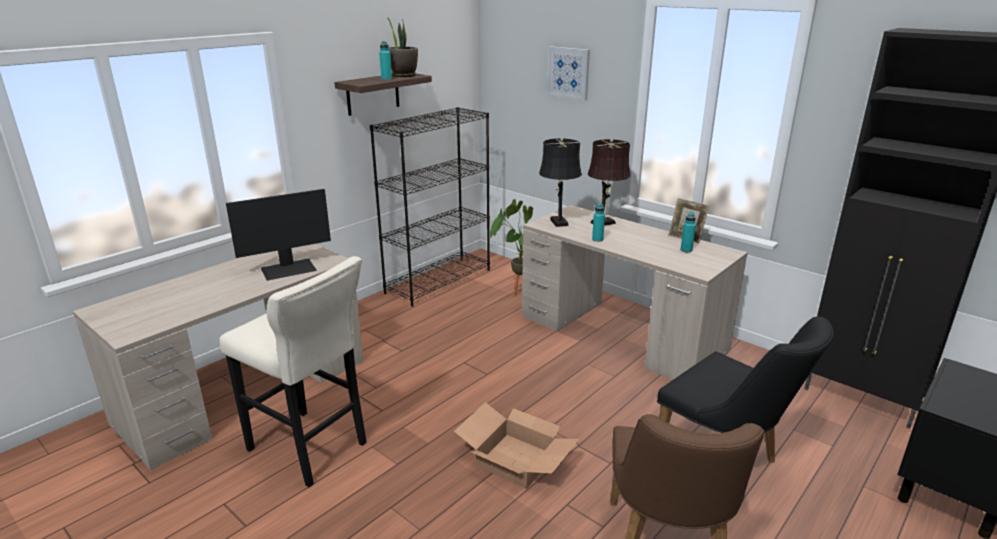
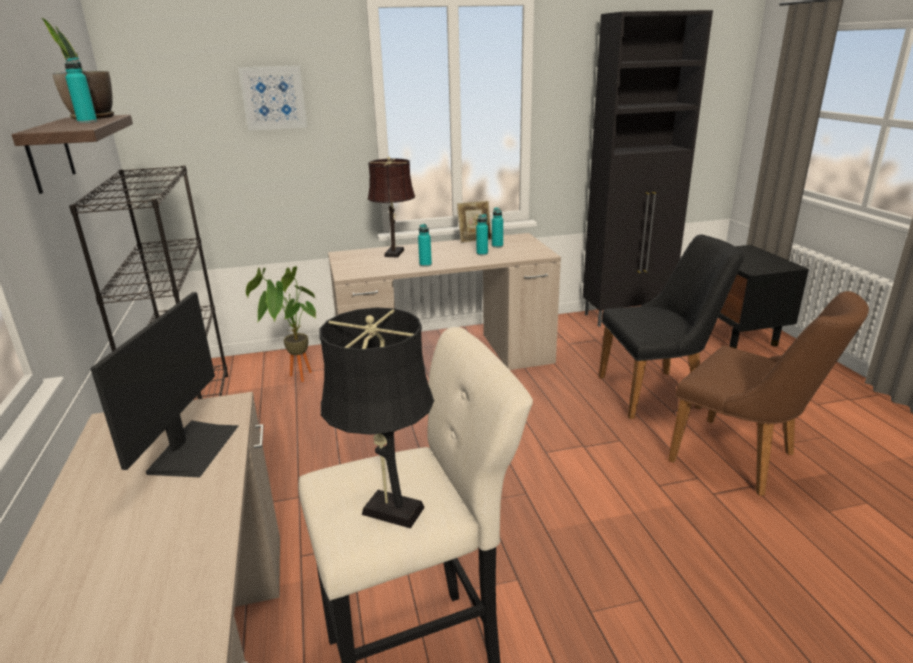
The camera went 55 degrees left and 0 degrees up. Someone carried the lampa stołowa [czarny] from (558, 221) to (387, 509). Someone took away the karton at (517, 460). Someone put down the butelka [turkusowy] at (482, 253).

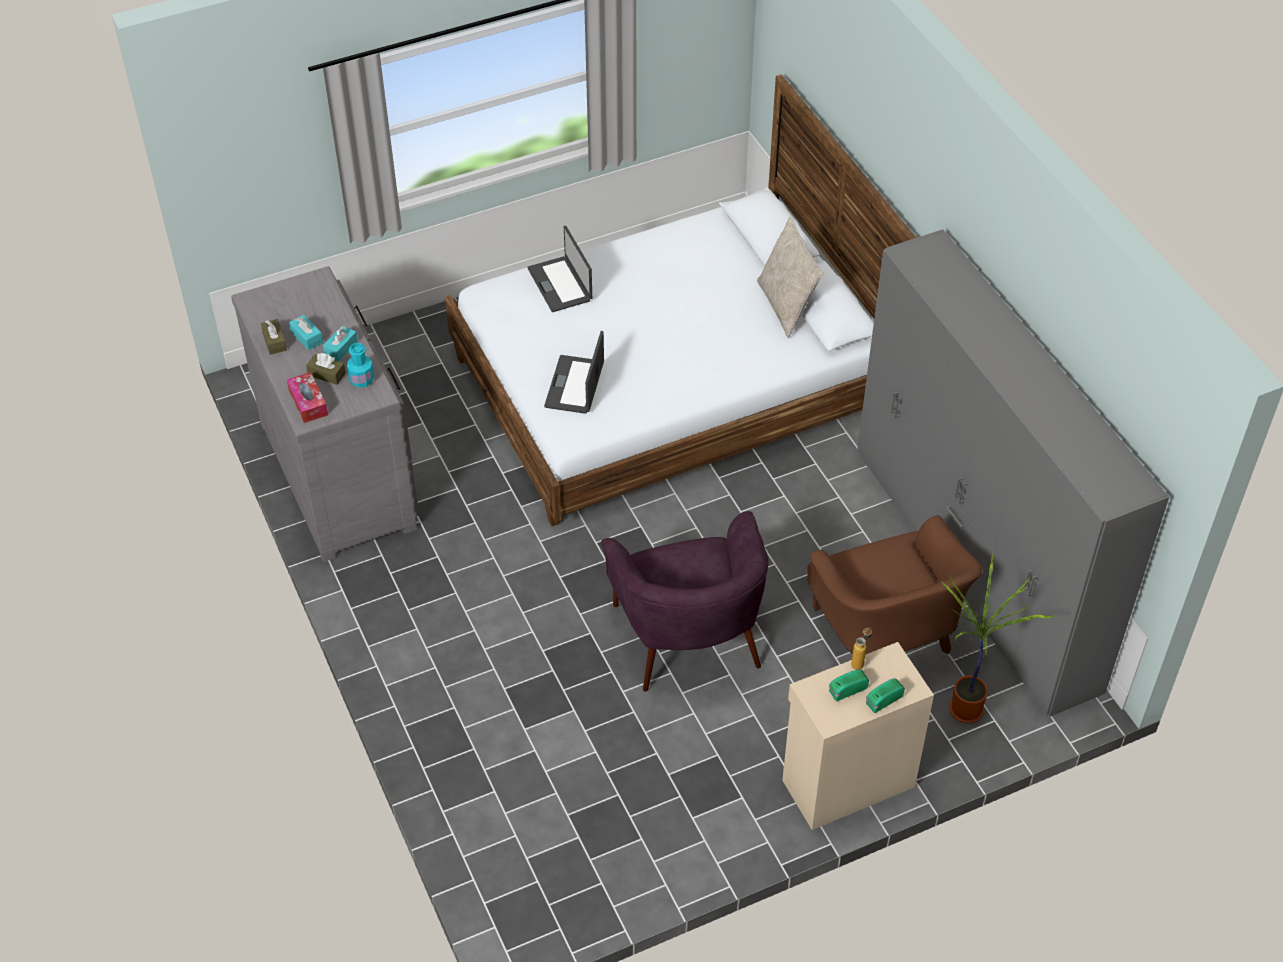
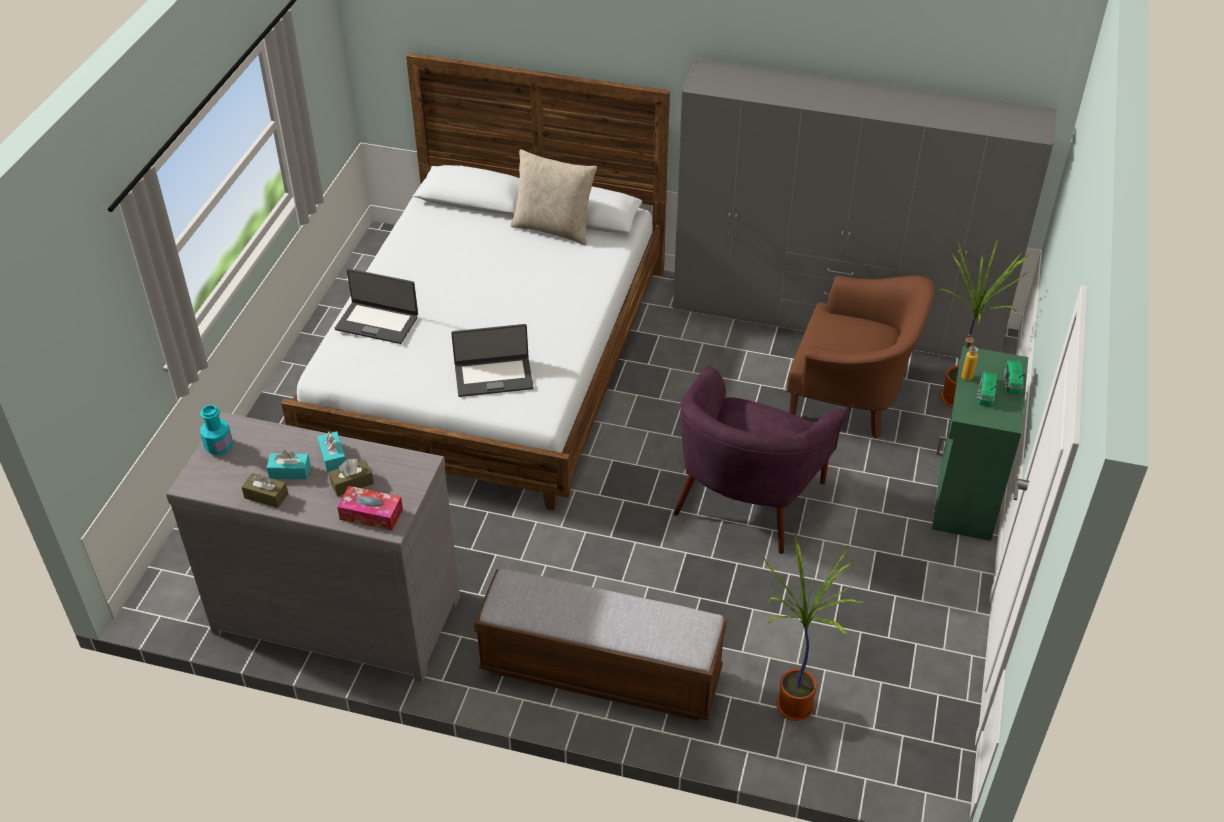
The camera went 50 degrees left and 5 degrees down. Someone rotated the laptop at (575, 385) by 60 degrees counterclockwise. Someone carried the butelka [turkusowy] from (362, 379) to (219, 446). Someone rotated the fotel [fioletowy] at (688, 636) by 90 degrees clockwise. Someone repainted the szafka [beżowy] at (846, 782), which became the szafka [zielony] at (963, 496). Someone put down the roślina doniczkowa at (795, 709). Someone put down the ławka at (600, 671).

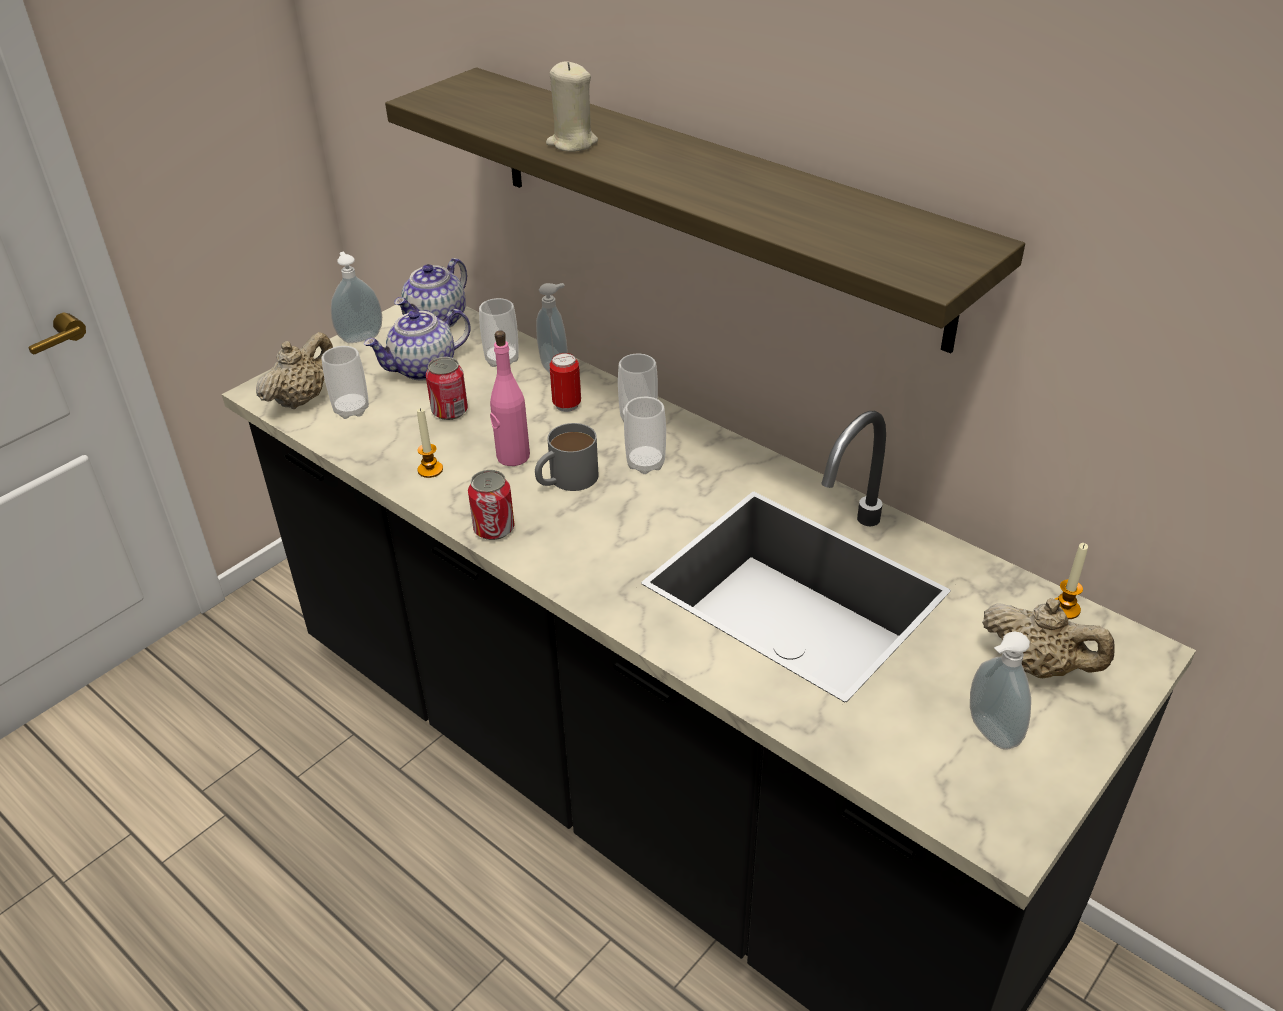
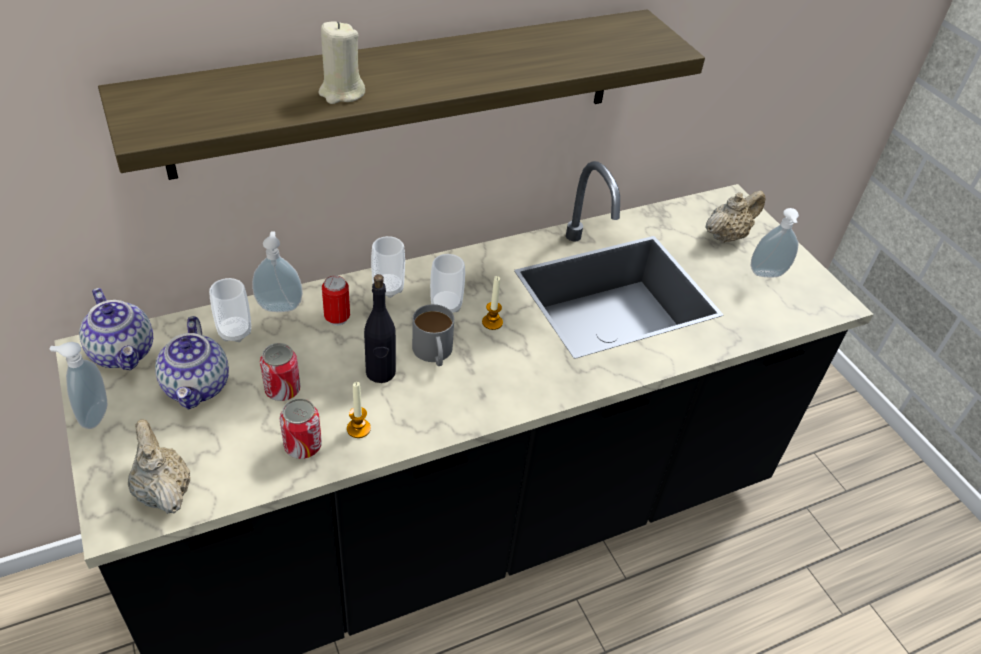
The camera went 70 degrees left and 5 degrees up. Someone repainted the butelka [różowy] at (512, 456), which became the butelka [czarny] at (380, 373). Someone took away the filiżanka at (351, 410). Someone carried the puszka from (494, 529) to (303, 446). Someone carried the świeca from (1064, 609) to (492, 322).

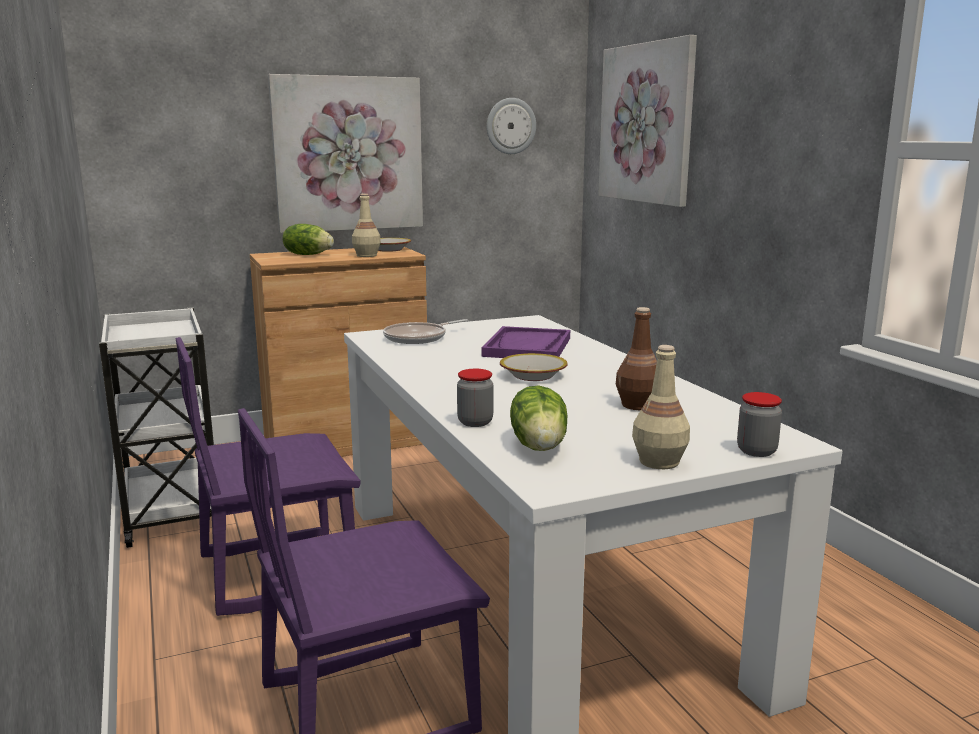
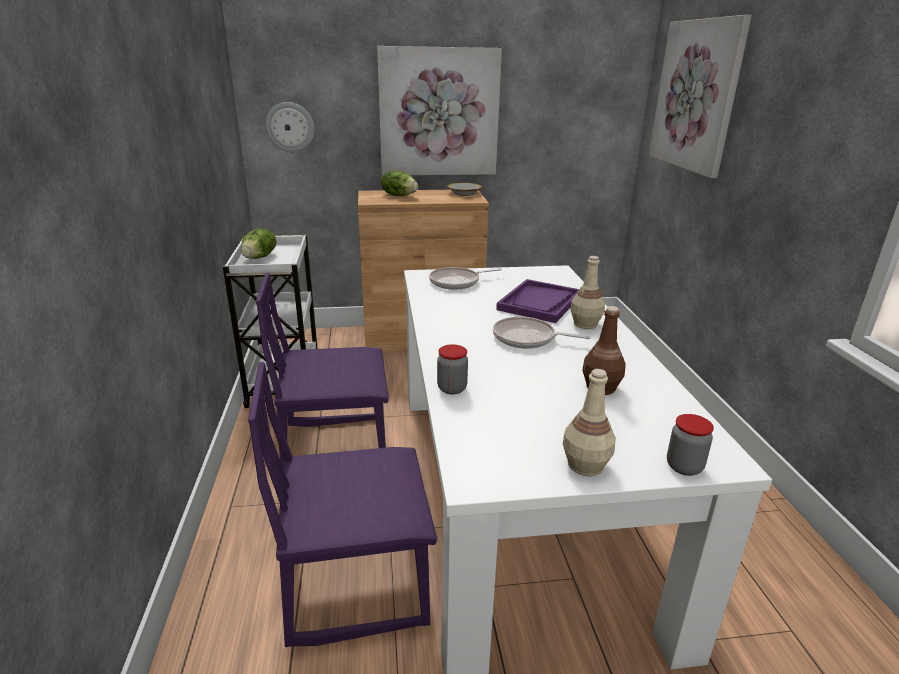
The camera went 15 degrees right and 10 degrees up. Someone carried the zegar ścienny from (510, 126) to (290, 127). Someone carried the butelka [beżowy] from (366, 255) to (585, 324). Someone swapped the miska at (533, 376) for the patelnia at (527, 338). Someone carried the sałata from (540, 446) to (260, 257).

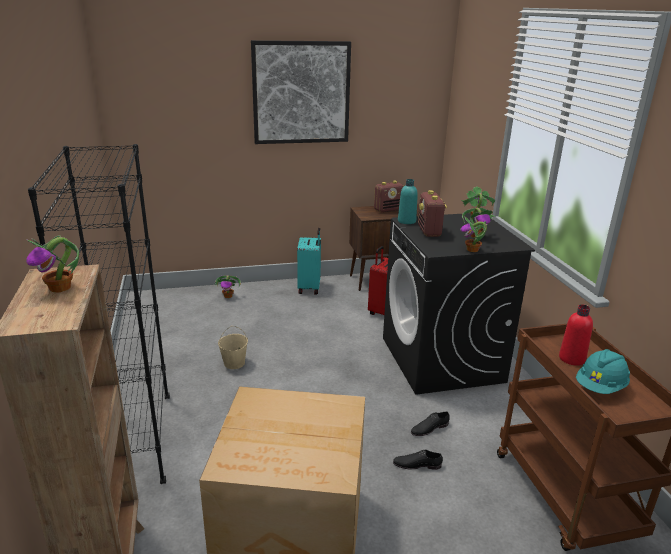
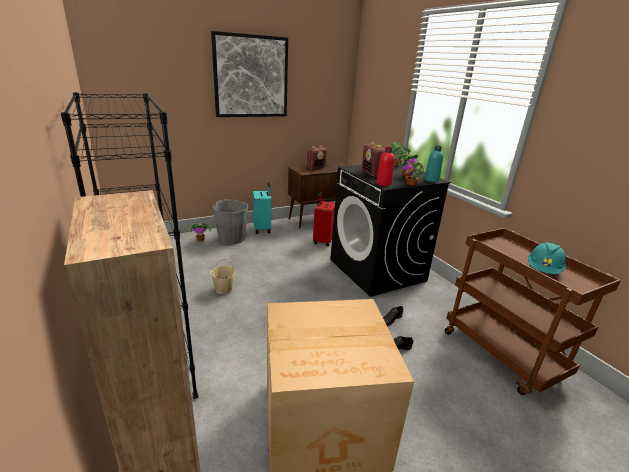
The camera went 15 degrees left and 0 degrees up. Someone carried the butelka [turkusowy] from (406, 221) to (431, 180). Someone took away the roślina doniczkowa at (60, 288). Someone carried the butelka [czerwony] from (572, 359) to (383, 183). Someone put down the wiadro [szary] at (231, 238).

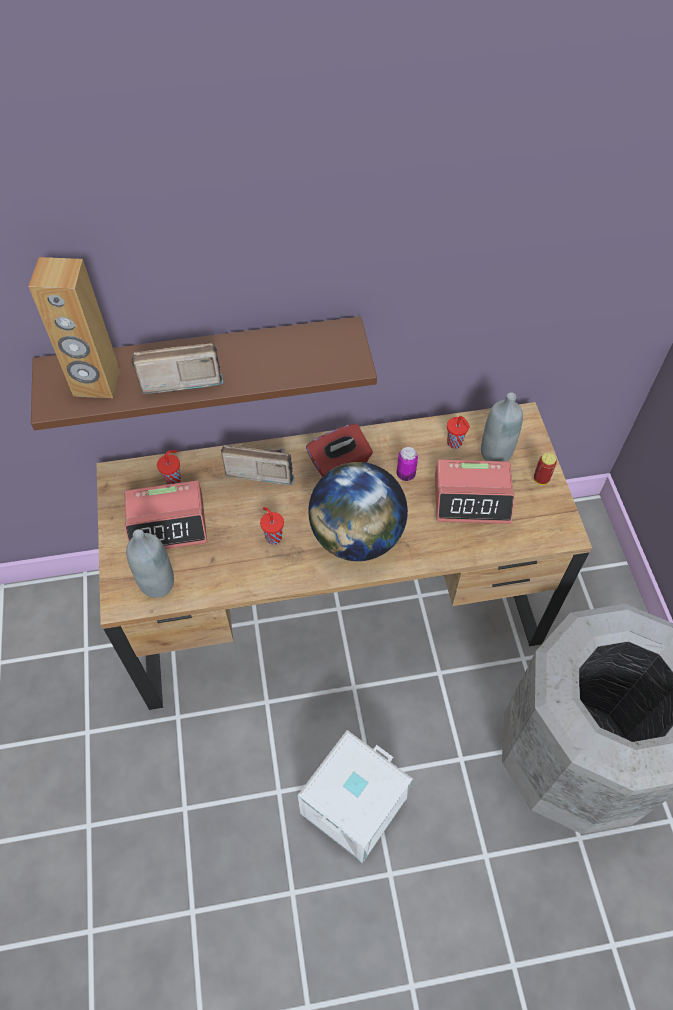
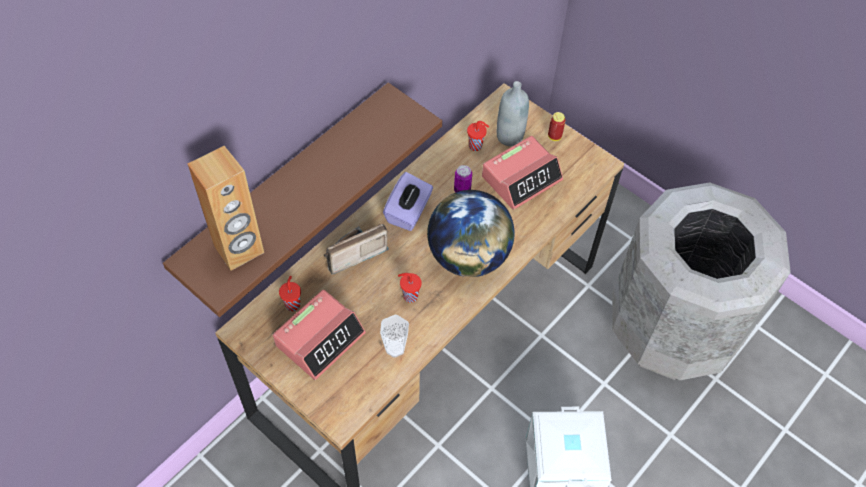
The camera went 40 degrees left and 0 degrees up. Someone took away the radio at (178, 377). Someone repainted the pudełko chusteczek [czerwony] at (339, 464), which became the pudełko chusteczek [fioletowy] at (408, 212). Someone took away the butelka [szary] at (157, 584). Someone put down the filiżanka at (395, 348).

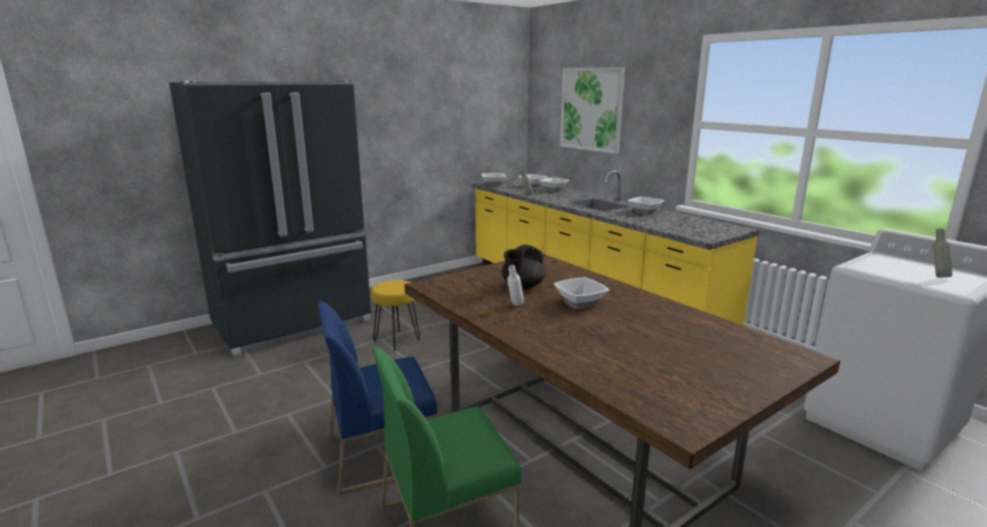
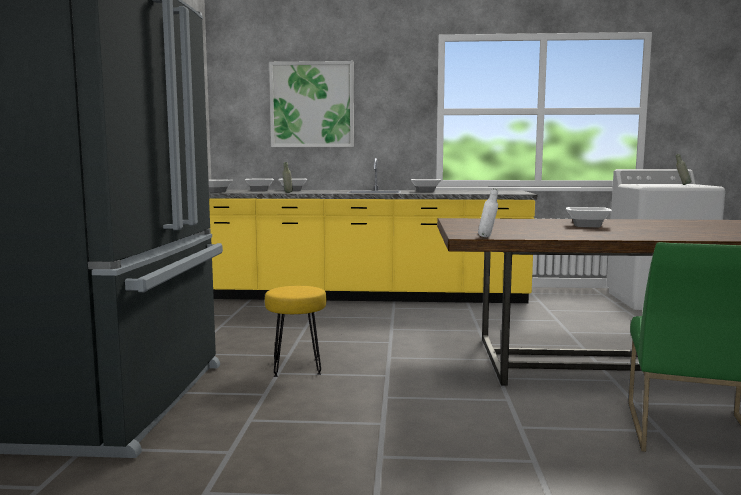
The camera went 50 degrees left and 10 degrees down. Someone took away the imbryk [czarny] at (522, 286). Someone carried the butelka [biały] from (515, 306) to (488, 237). Someone took away the krzesło [niebieski] at (382, 454).

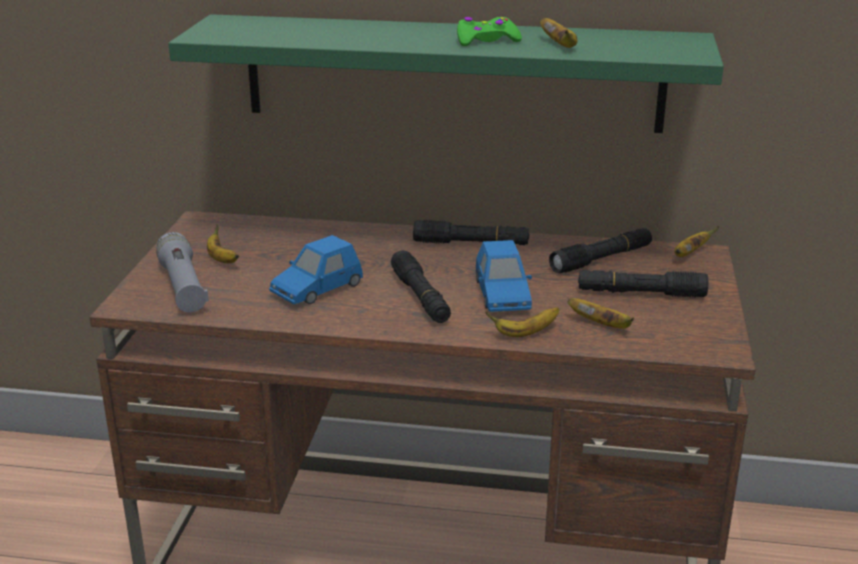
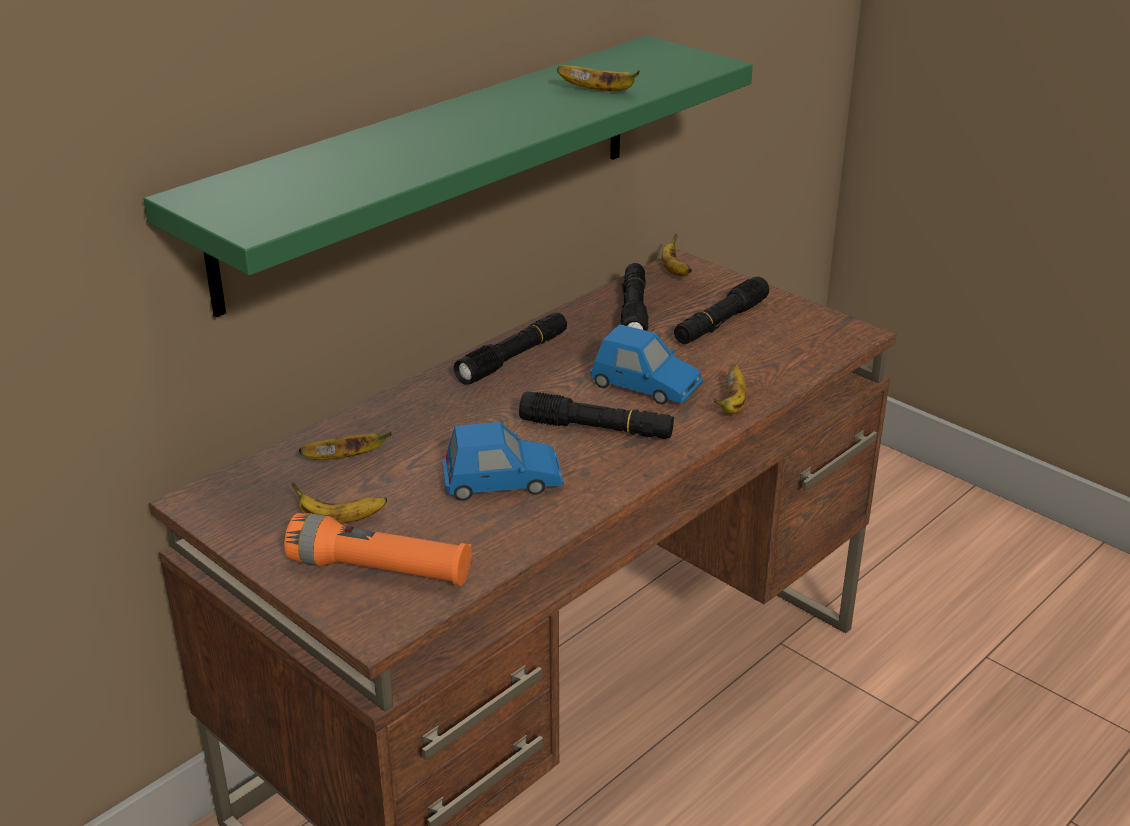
The camera went 55 degrees left and 5 degrees up. Someone took away the pad do gier [zielony] at (486, 41). Someone repainted the latarka [szary] at (183, 287), which became the latarka [pomarańczowy] at (380, 570). Someone rotated the samochodzik [niebieski] at (317, 289) by 90 degrees counterclockwise. Someone carried the banan from (602, 325) to (345, 458).

